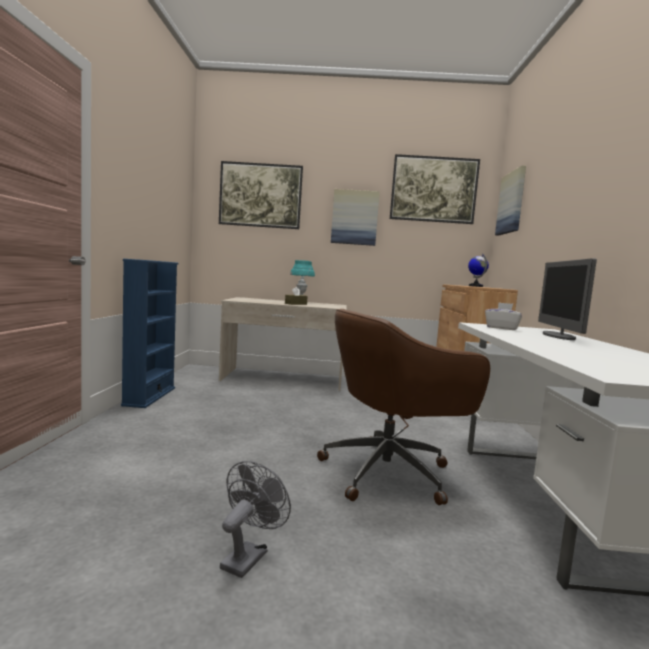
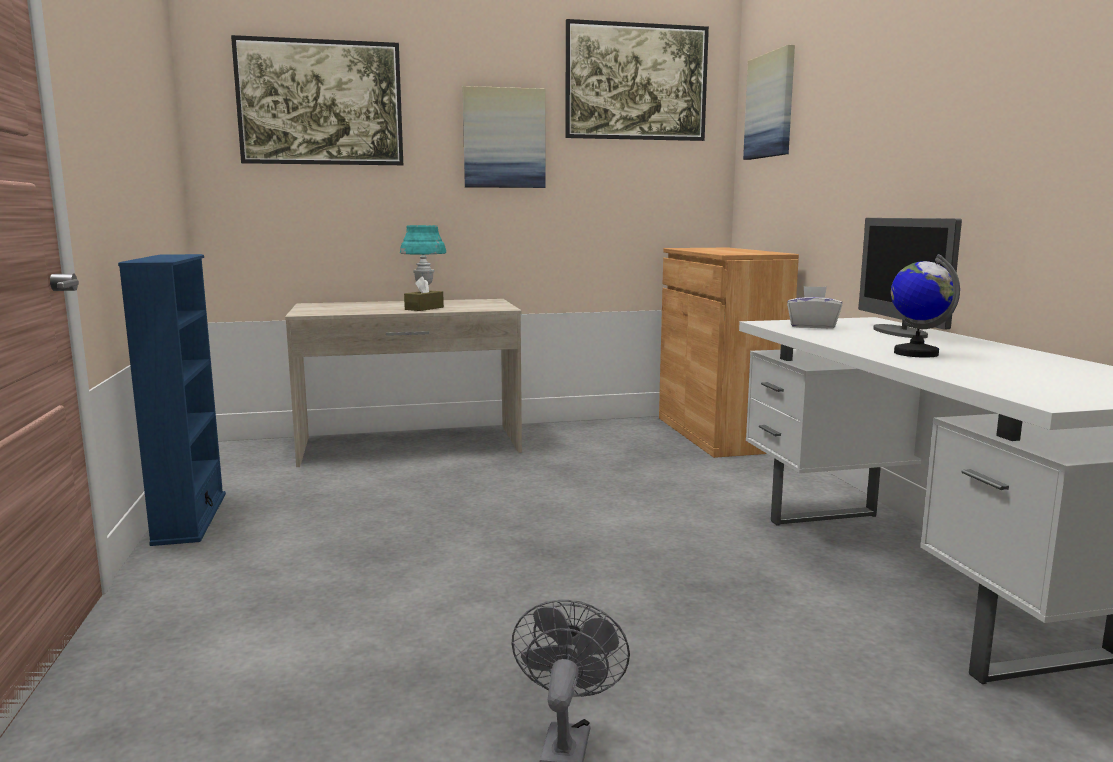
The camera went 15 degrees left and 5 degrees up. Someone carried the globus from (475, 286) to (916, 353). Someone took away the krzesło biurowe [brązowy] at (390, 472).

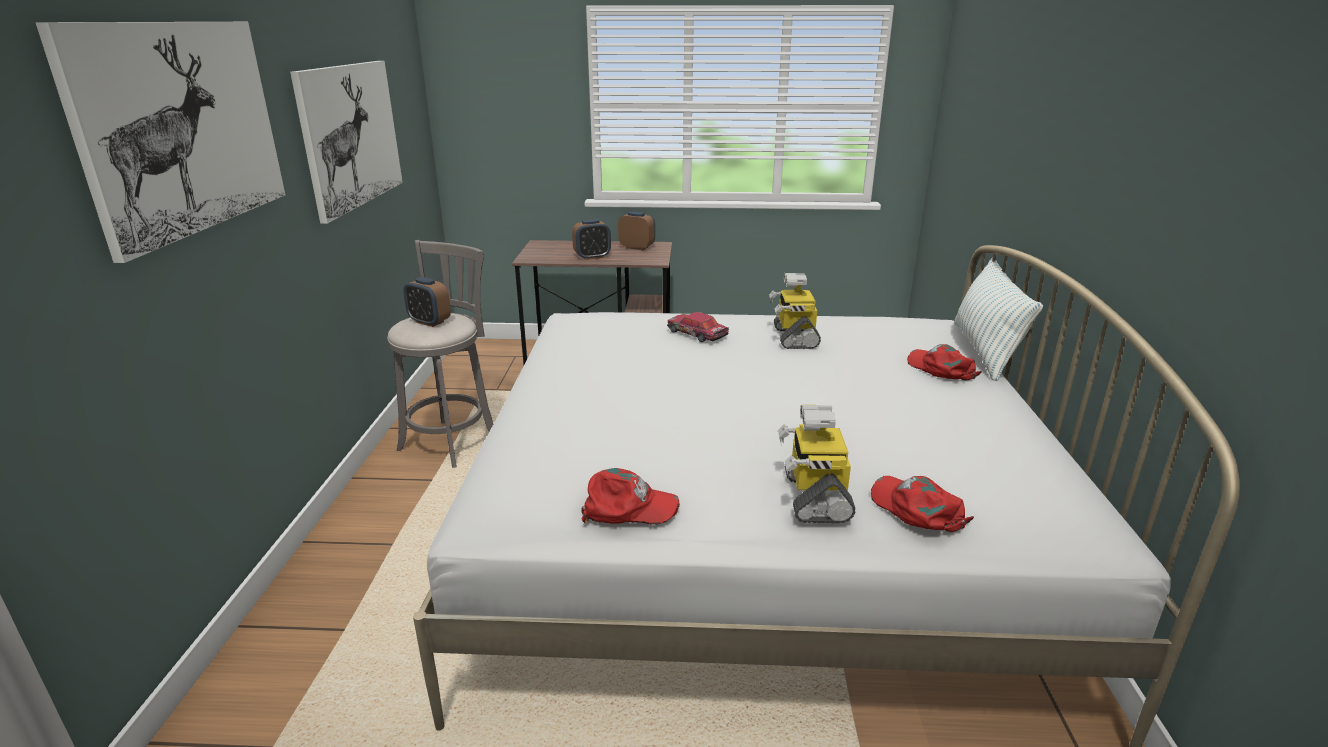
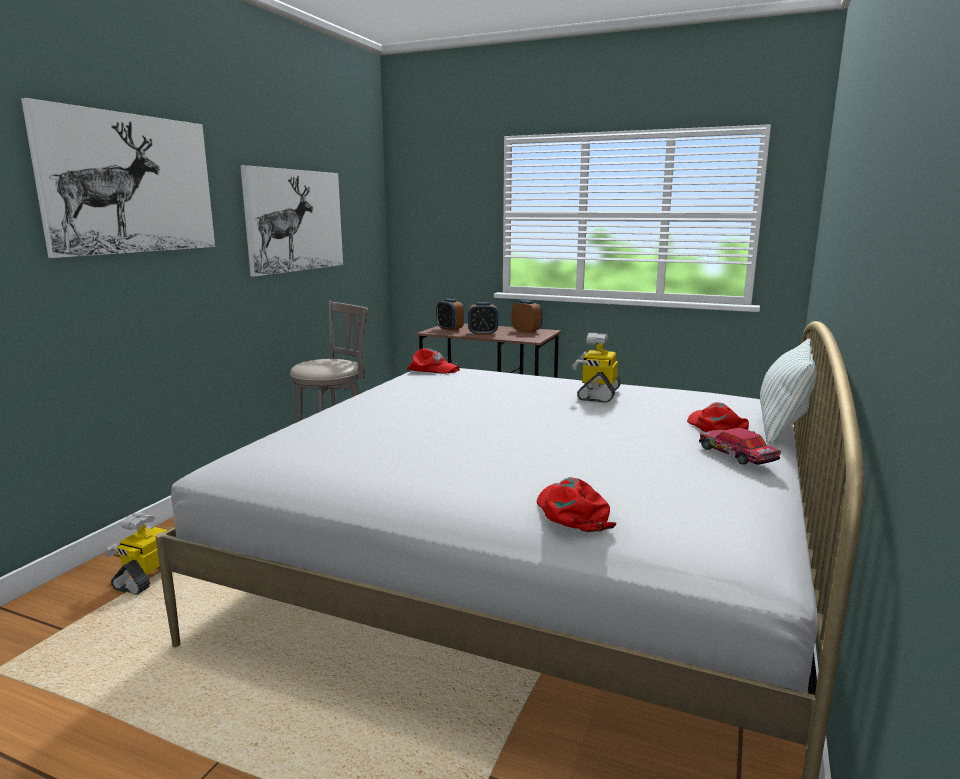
The camera went 20 degrees right and 10 degrees down. Someone carried the budzik from (429, 322) to (449, 329). Someone carried the samochodzik from (697, 334) to (737, 455). Someone carried the robot zabawkowy from (814, 496) to (150, 577). Someone carried the czapka z daszkiem [czerwony] from (629, 507) to (433, 369).

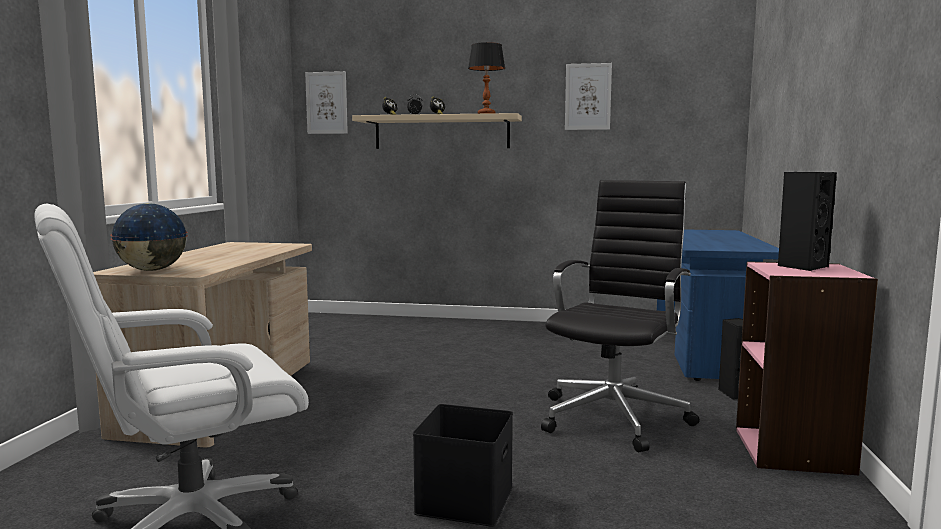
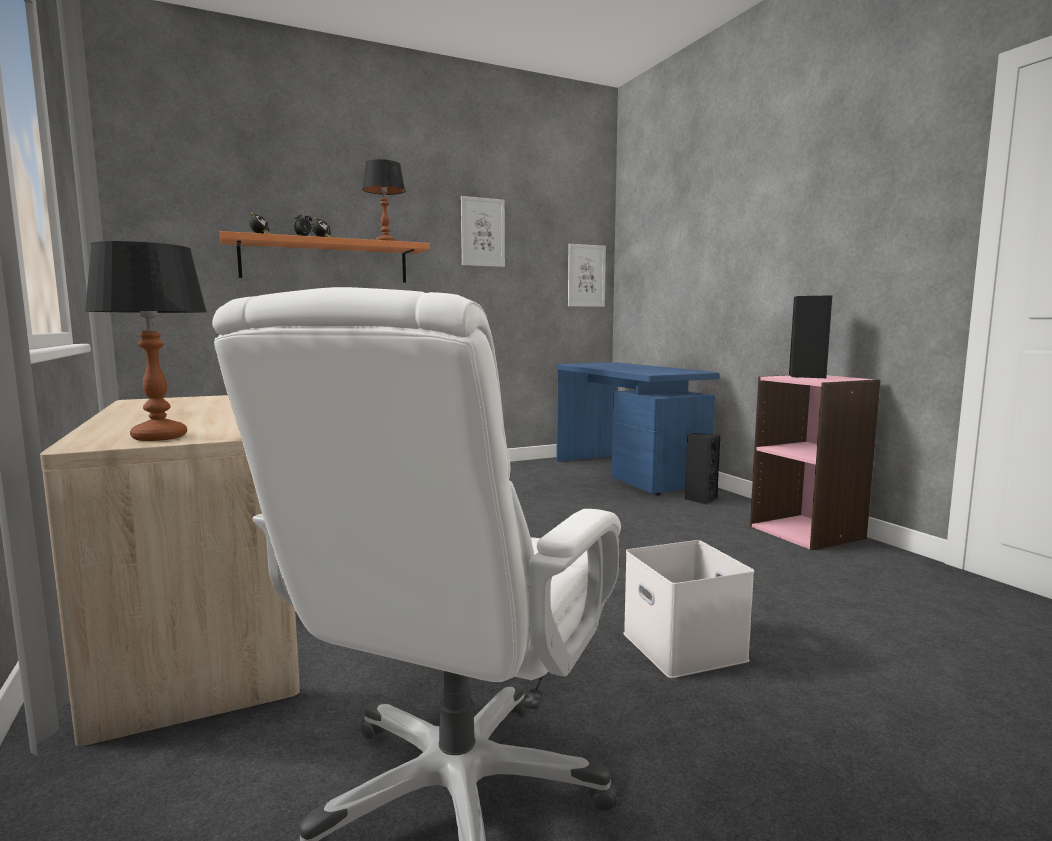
The camera went 35 degrees left and 0 degrees up. Someone carried the obraz from (326, 103) to (586, 275). Someone repainted the półka [beżowy] at (441, 132), which became the półka [pomarańczowy] at (325, 261). Someone took away the krzesło biurowe [czarny] at (615, 417). Someone swapped the globus at (152, 270) for the lampa stołowa at (160, 437). Someone repainted the pojemnik do przechowywania [czarny] at (463, 498), which became the pojemnik do przechowywania [biały] at (680, 646).

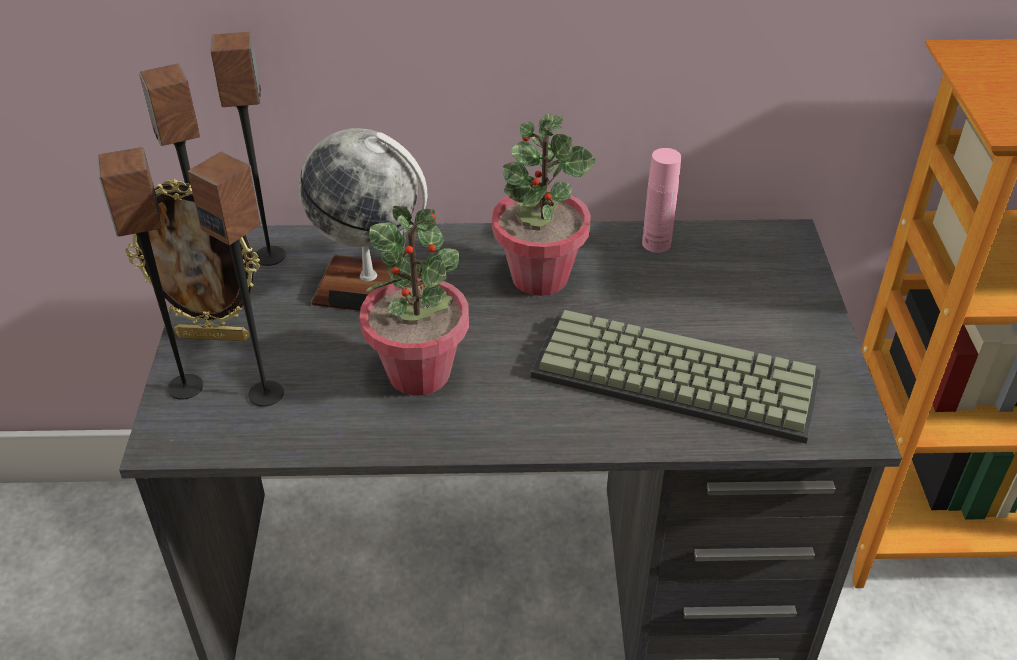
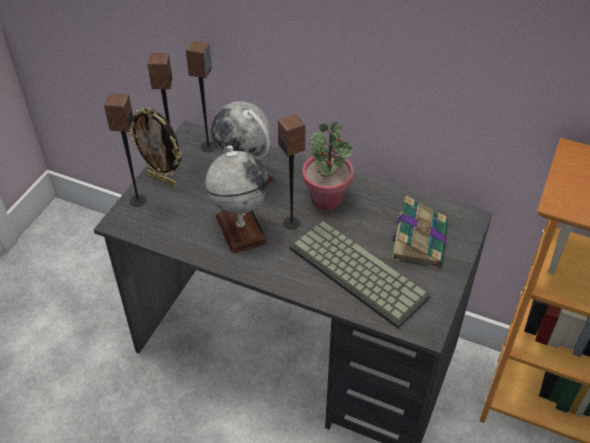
The camera went 25 degrees right and 5 degrees up. Someone took away the butelka [różowy] at (656, 243). Someone carried the głośnik from (266, 393) to (292, 223). Someone swapped the roślina doniczkowa at (419, 373) for the globus at (240, 229). Someone put down the książka at (418, 241).

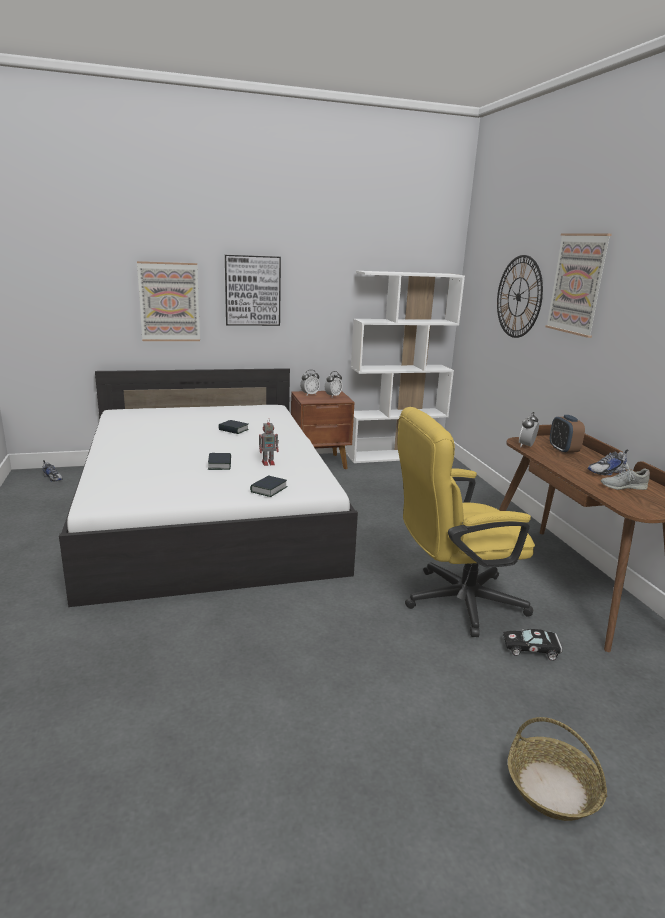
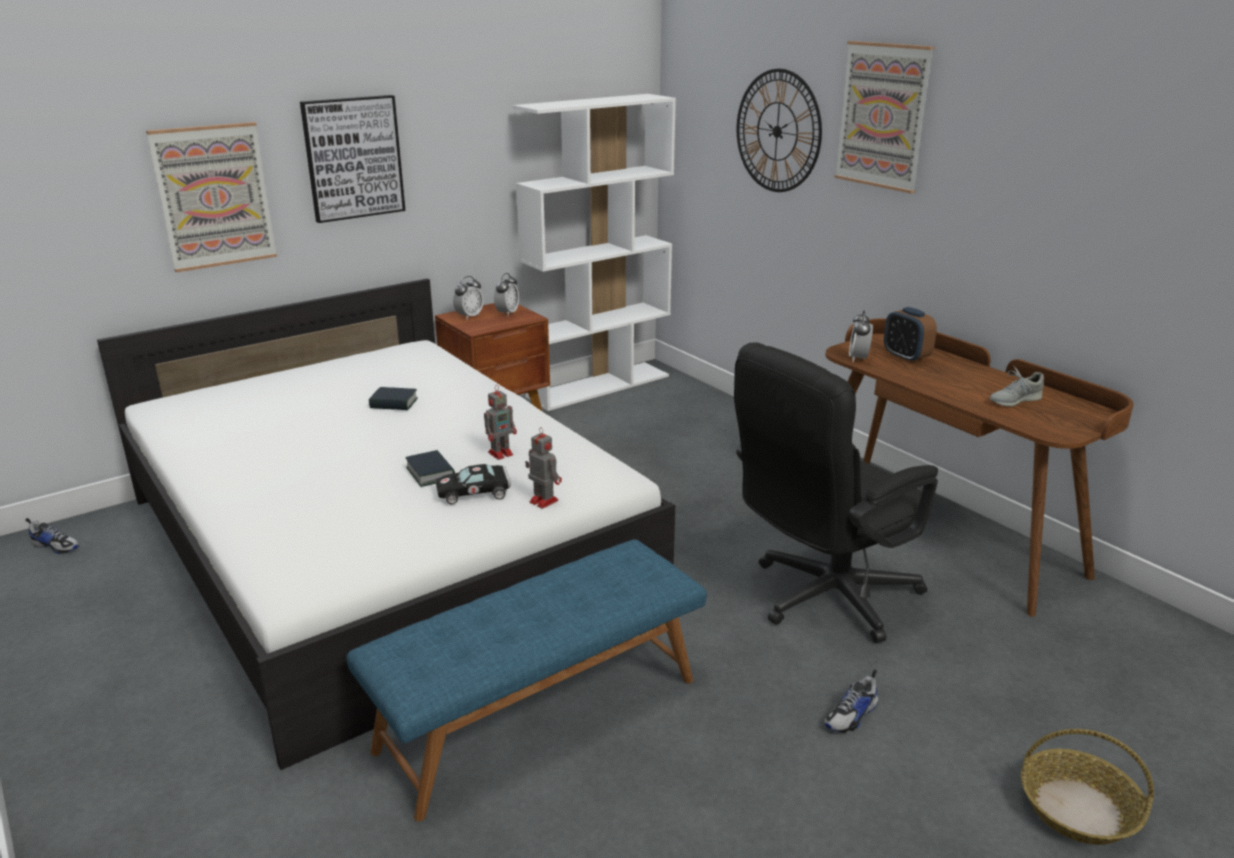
The camera went 20 degrees left and 5 degrees up. Someone repainted the krzesło biurowe [żółty] at (453, 601), which became the krzesło biurowe [czarny] at (822, 599). Someone carried the but from (607, 472) to (852, 715). Someone swapped the książka at (268, 489) for the robot zabawkowy at (542, 501). Someone carried the samochodzik [czarny] from (533, 649) to (476, 492). Someone put down the ławka [niebieski] at (538, 713).

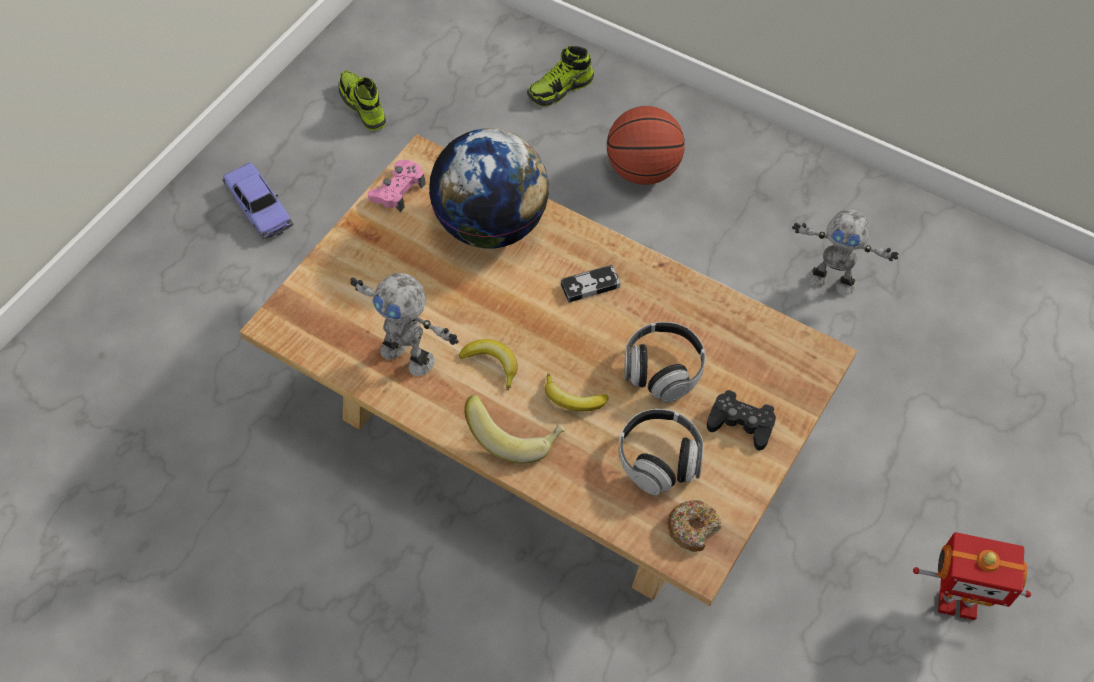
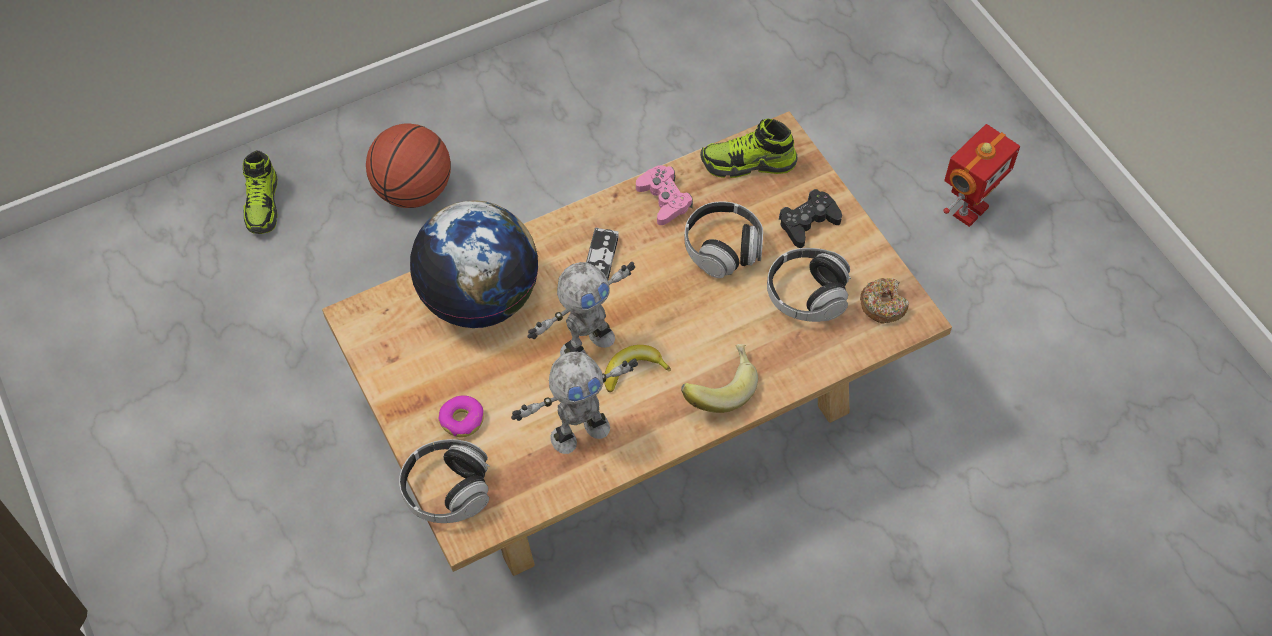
The camera went 60 degrees left and 0 degrees up. Someone carried the but from (362, 106) to (748, 164). Someone carried the pad do gier [różowy] from (398, 190) to (664, 199). Someone took away the samochodzik at (259, 207). Someone carried the robot zabawkowy from (832, 280) to (585, 344). Someone took away the banan at (573, 399). Someone put down the donut at (462, 420). Someone put down the słuchawki at (447, 491).

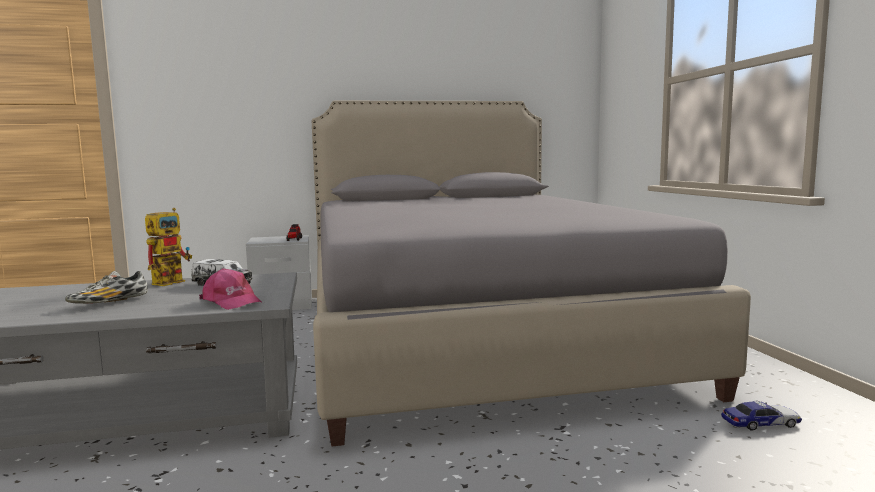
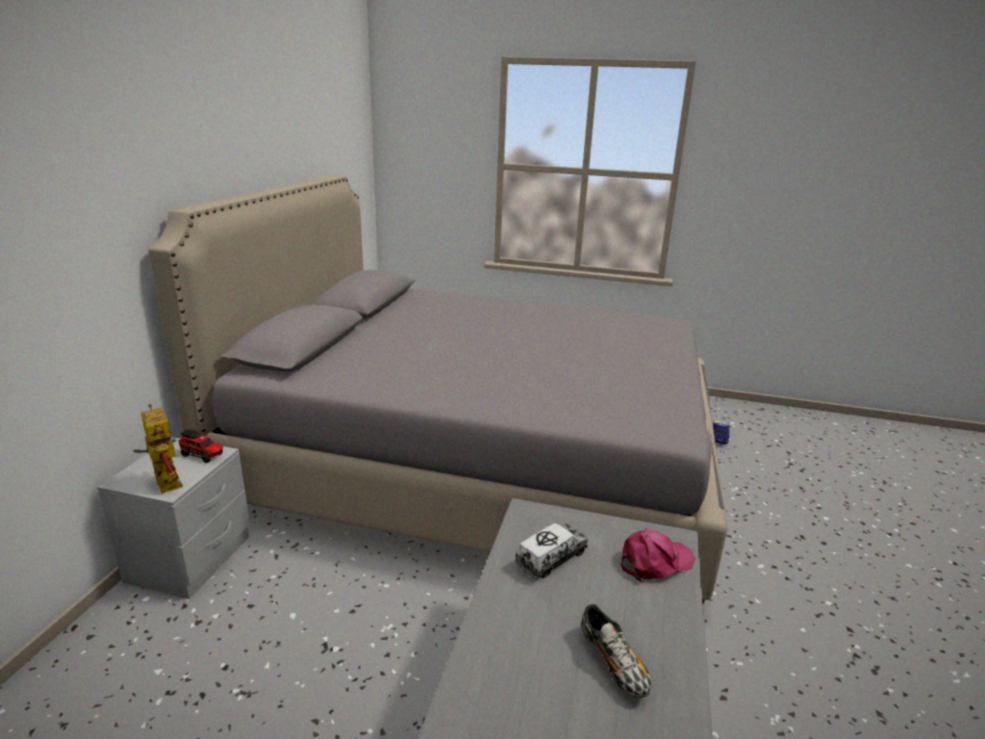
The camera went 65 degrees left and 15 degrees up. Someone carried the robot zabawkowy from (172, 281) to (163, 481).

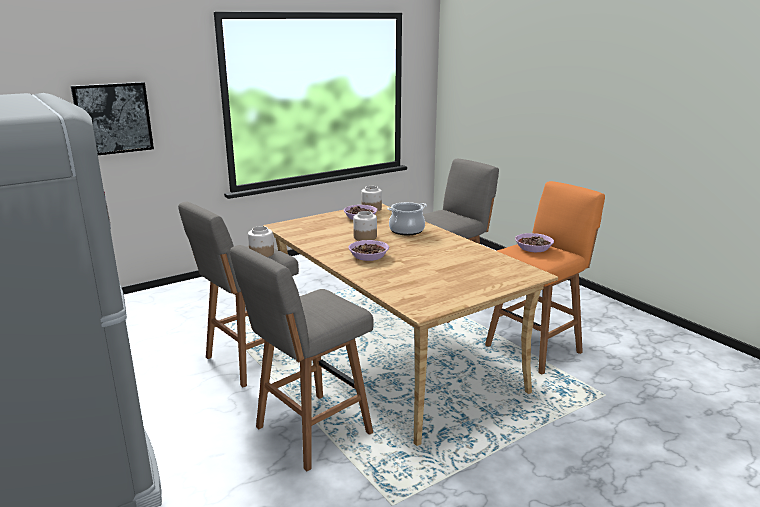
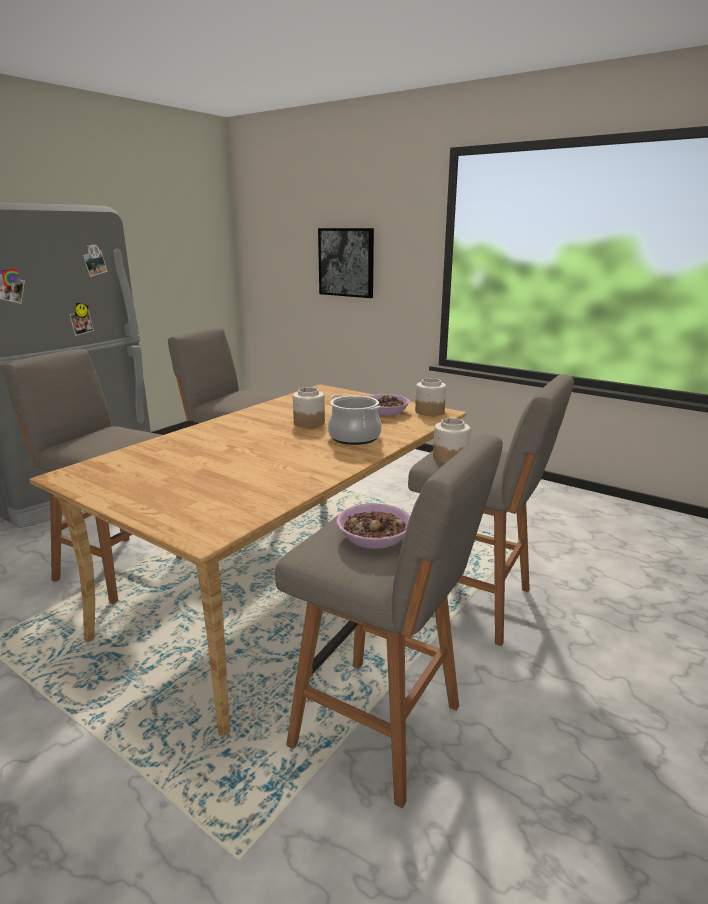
The camera went 70 degrees right and 0 degrees up. Someone repainted the stołek [pomarańczowy] at (535, 348), which became the stołek [szary] at (382, 728). Someone carried the słoik from (261, 253) to (450, 457). Someone took away the miska at (368, 256).

